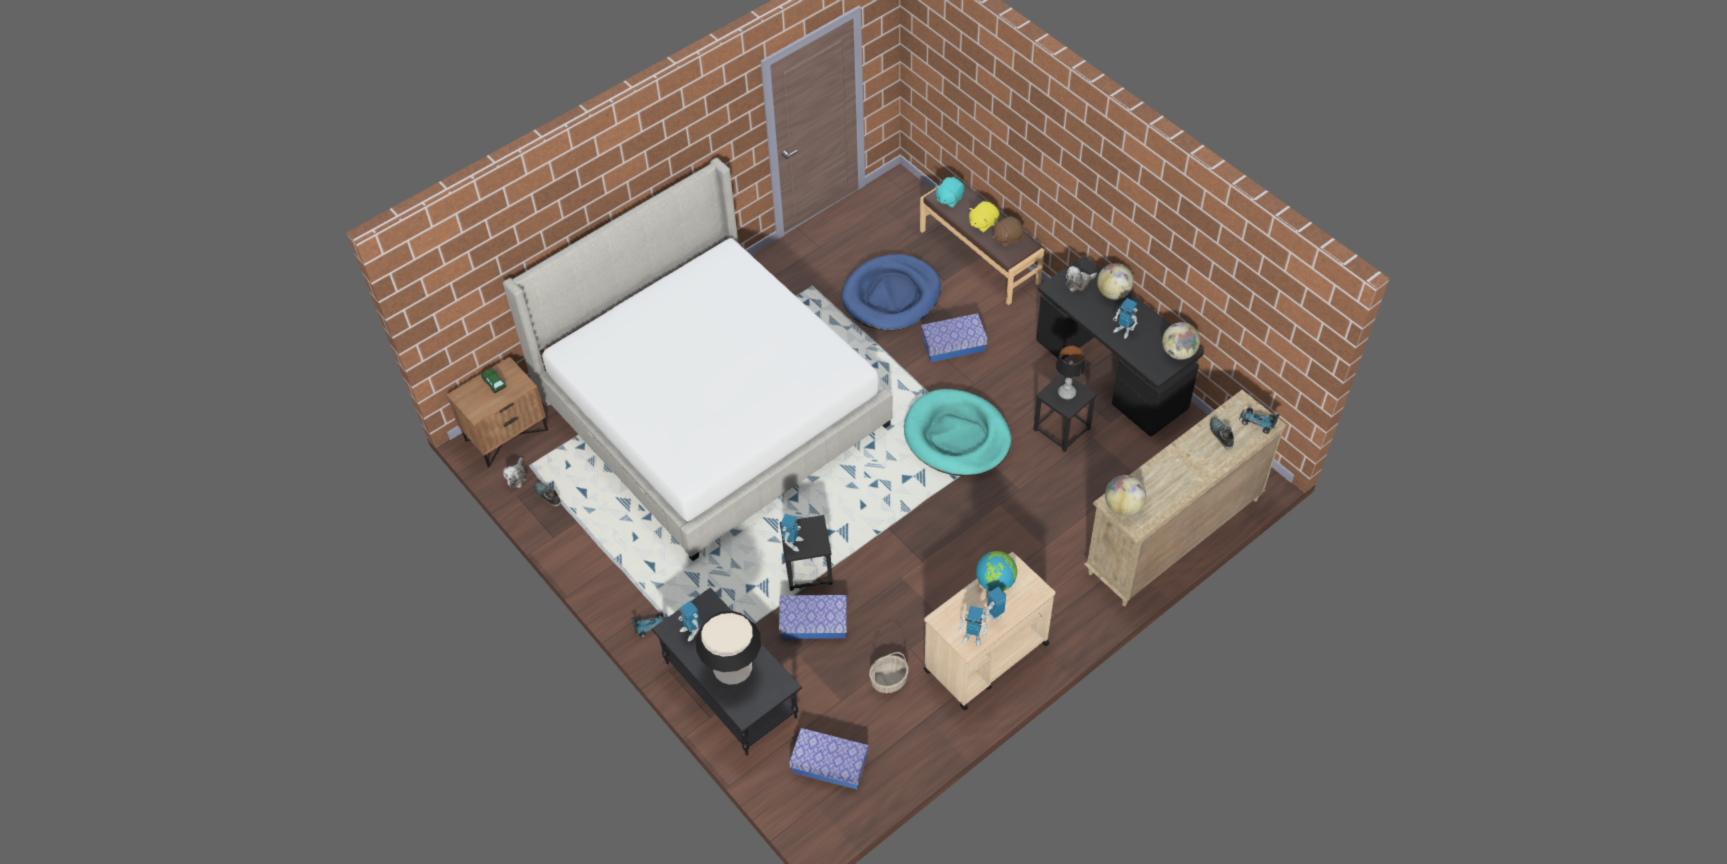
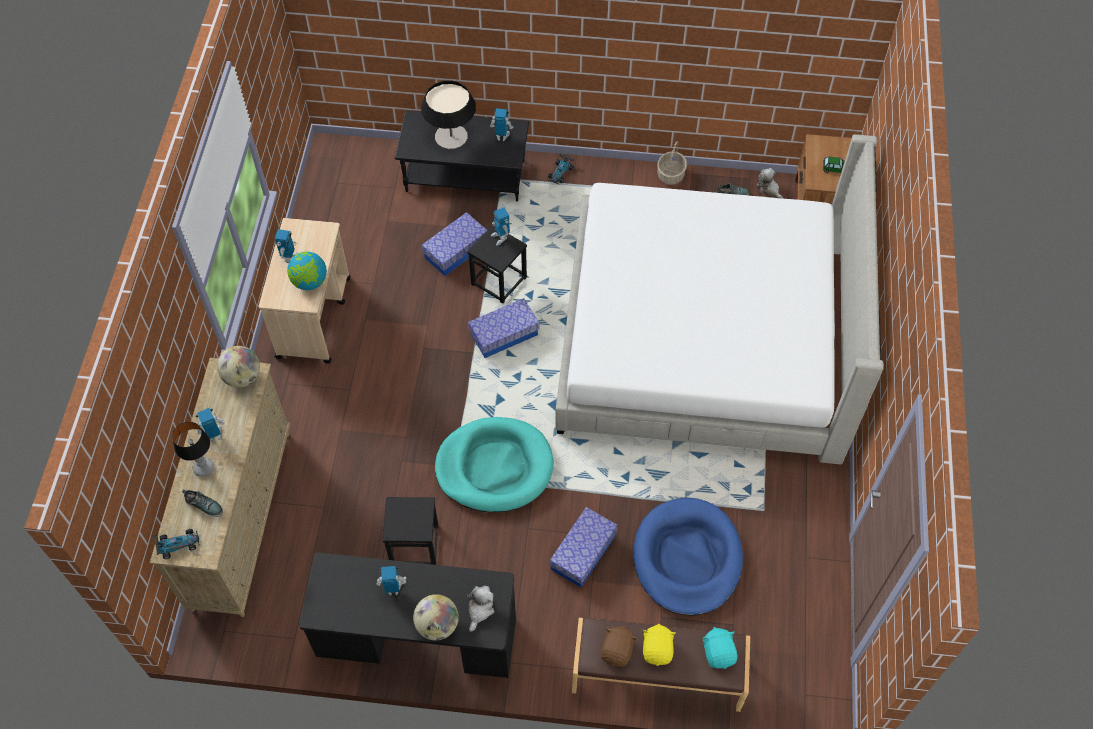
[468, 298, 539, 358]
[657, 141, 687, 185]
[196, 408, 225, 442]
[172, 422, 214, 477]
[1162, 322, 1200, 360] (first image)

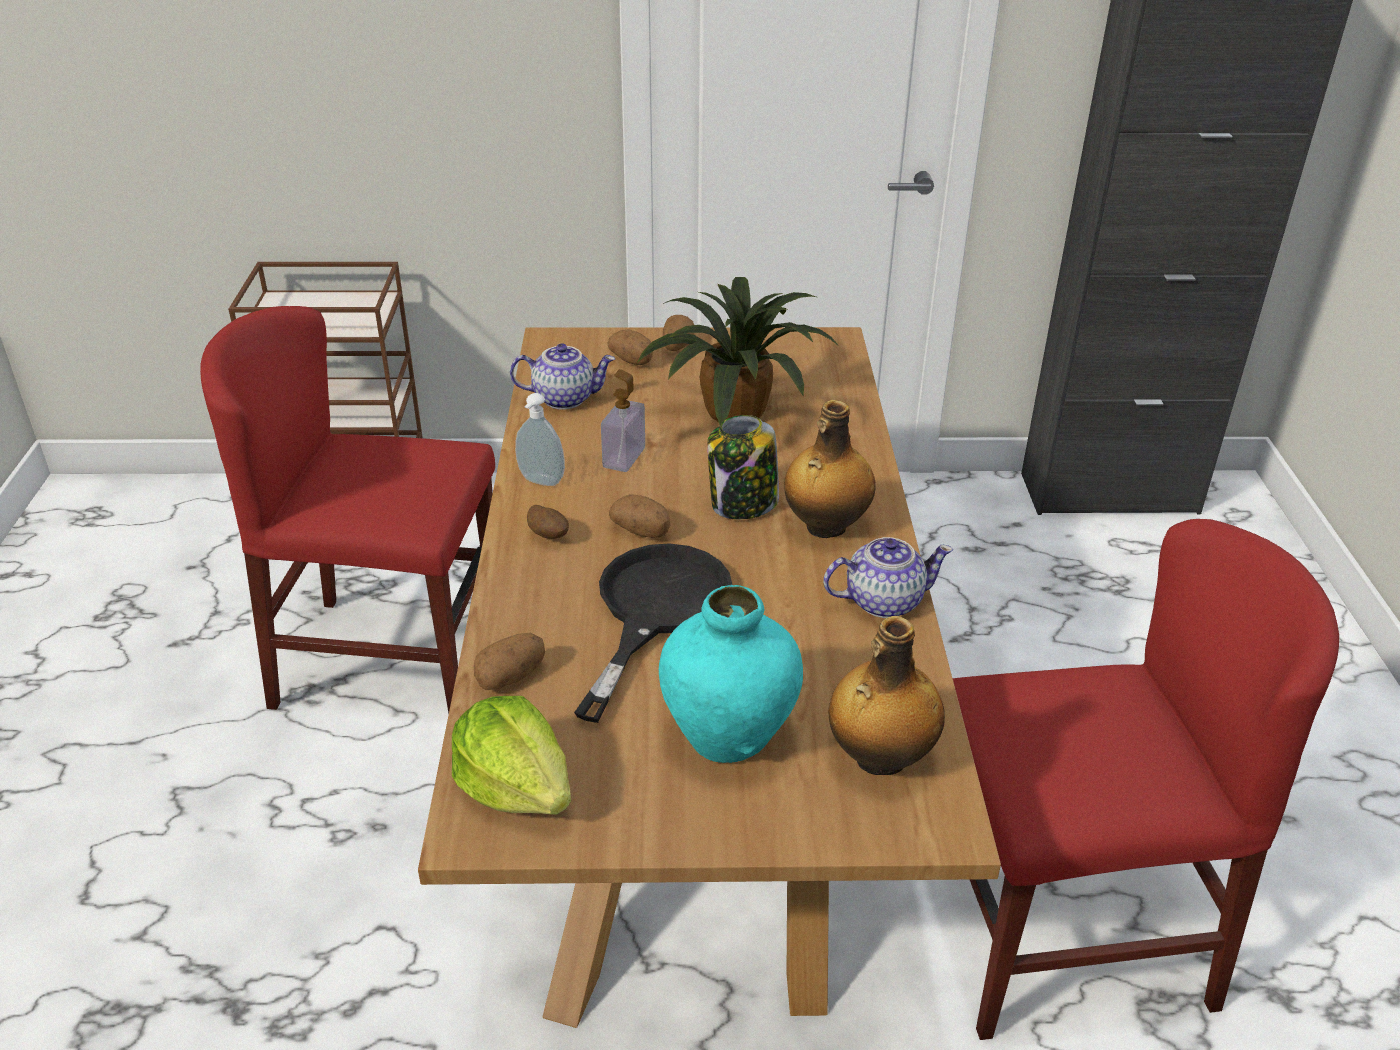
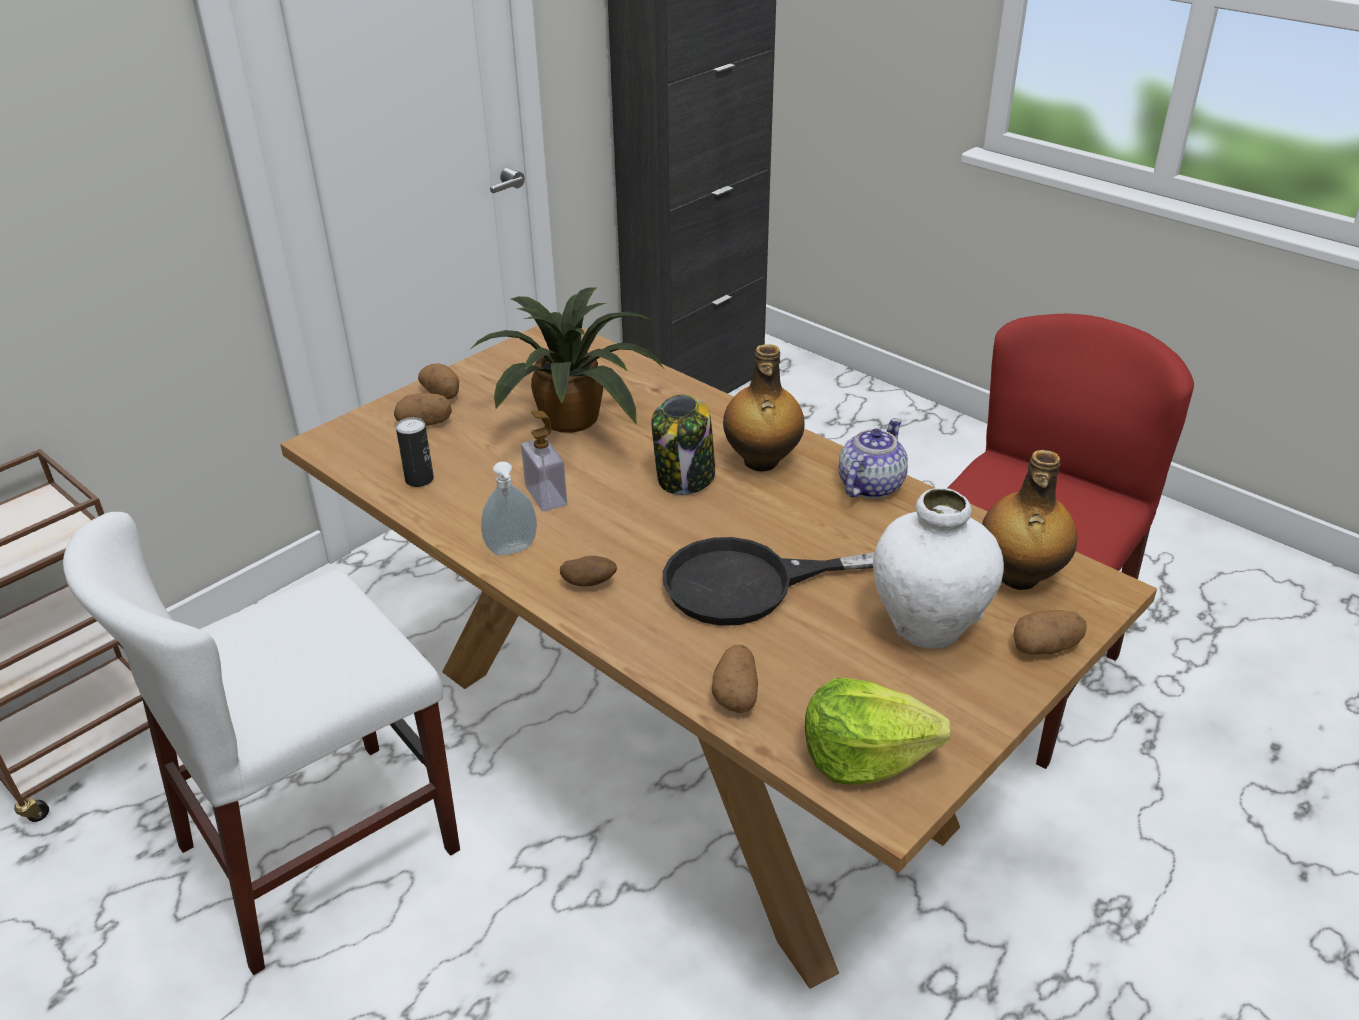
[63, 512, 460, 975]
[396, 417, 434, 487]
[663, 537, 875, 626]
[1013, 610, 1087, 655]
[873, 488, 1004, 649]

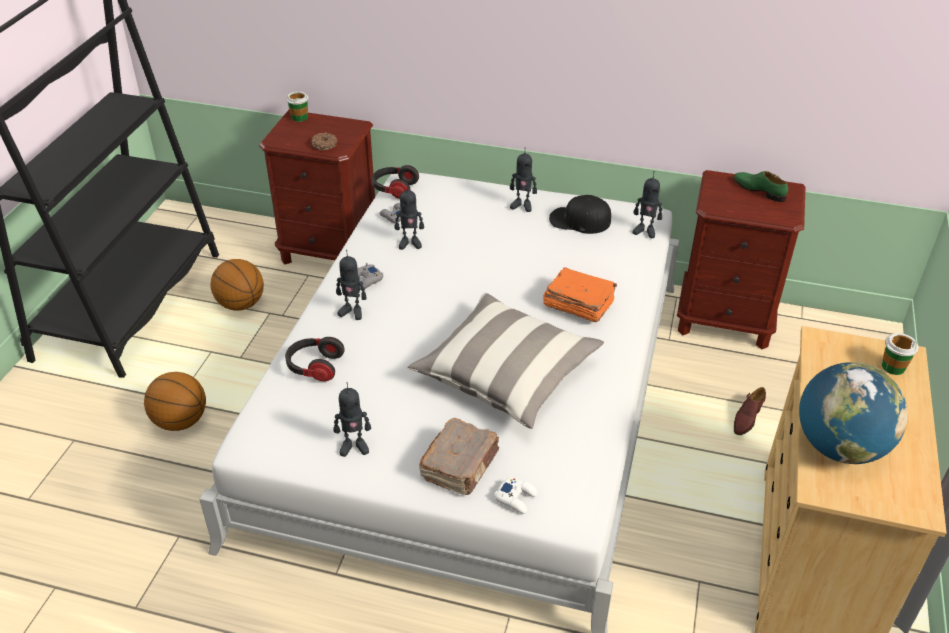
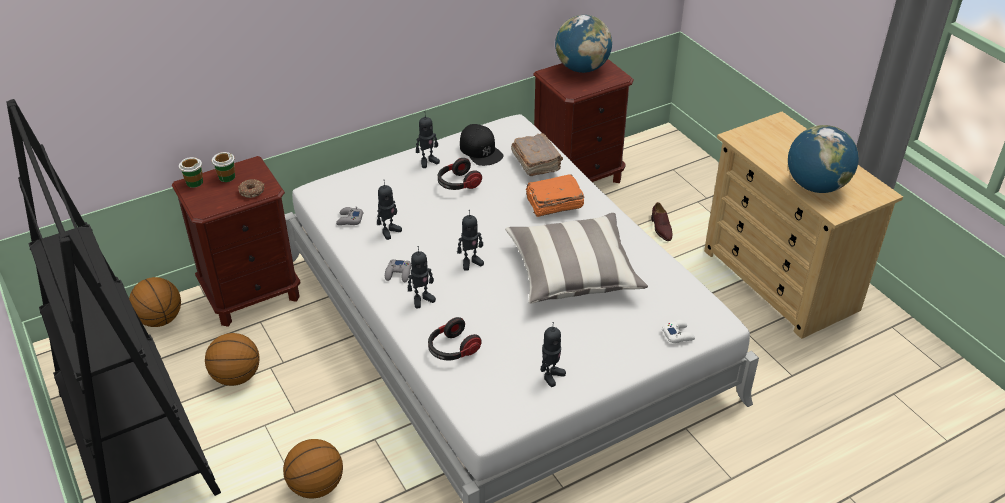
[438, 158, 482, 190]
[511, 133, 563, 176]
[460, 124, 503, 166]
[457, 210, 484, 271]
[555, 15, 612, 73]
[212, 152, 235, 182]
[129, 277, 181, 327]

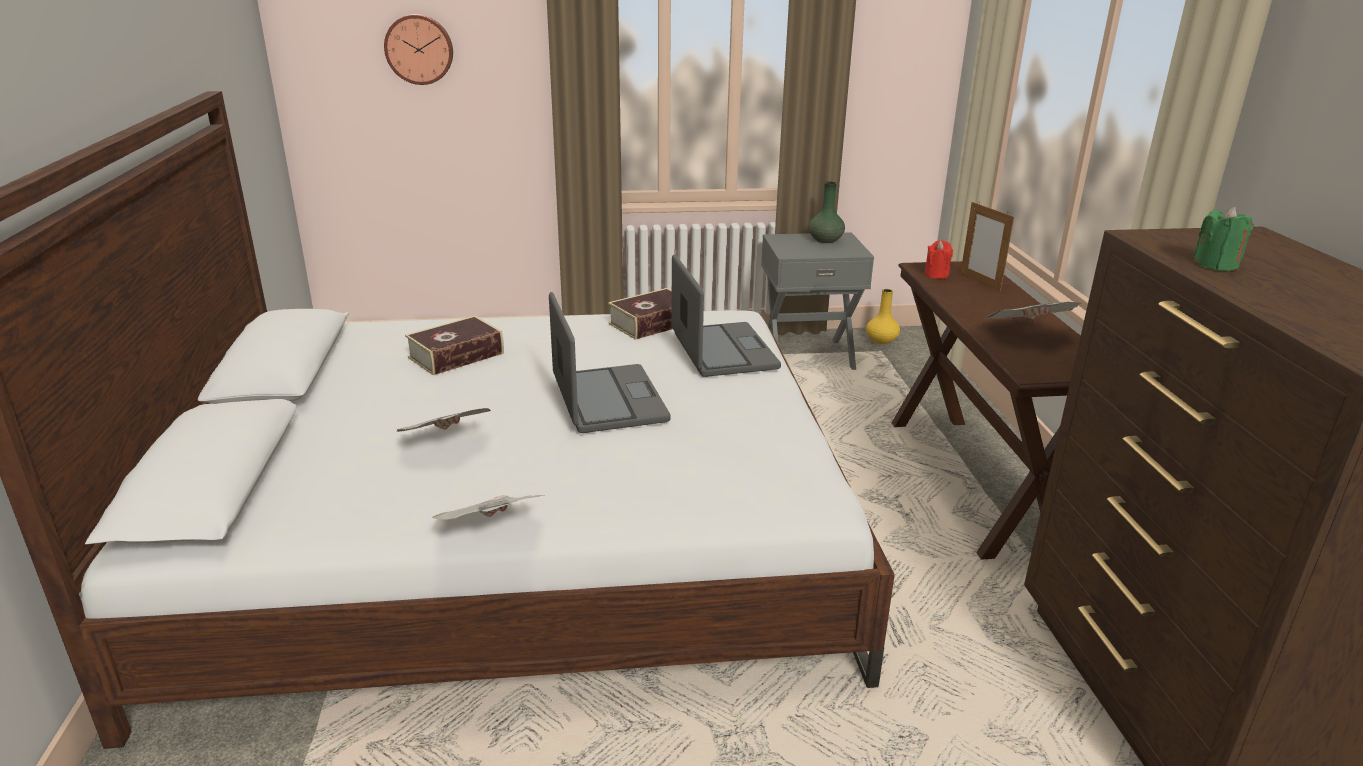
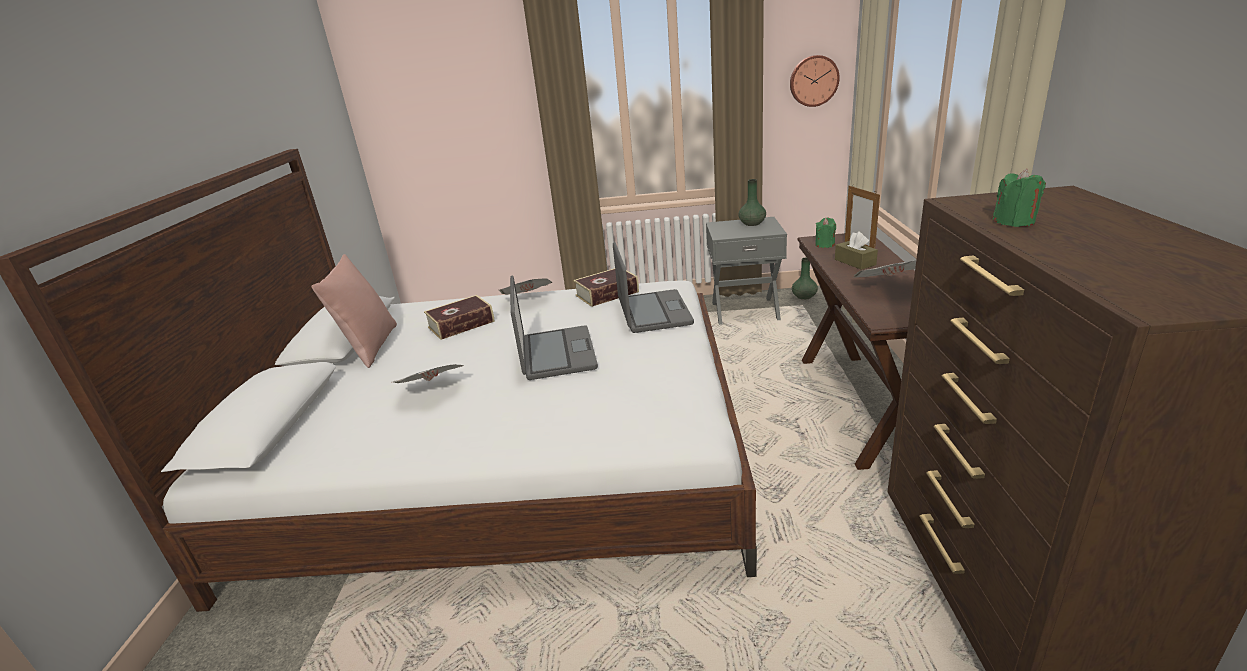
[790, 55, 840, 107]
[499, 278, 552, 295]
[792, 258, 818, 300]
[815, 218, 836, 248]
[311, 254, 397, 368]
[835, 231, 878, 270]

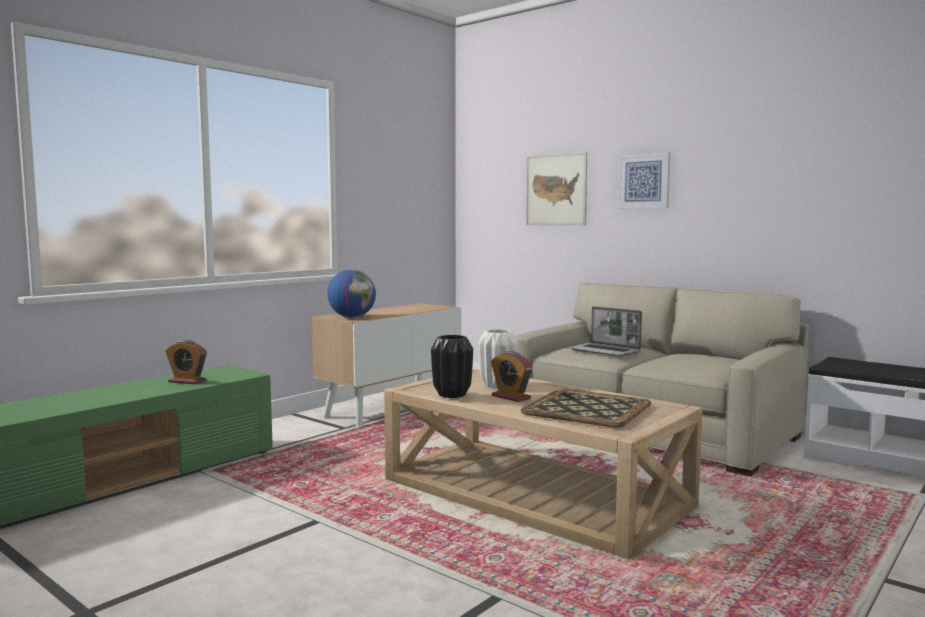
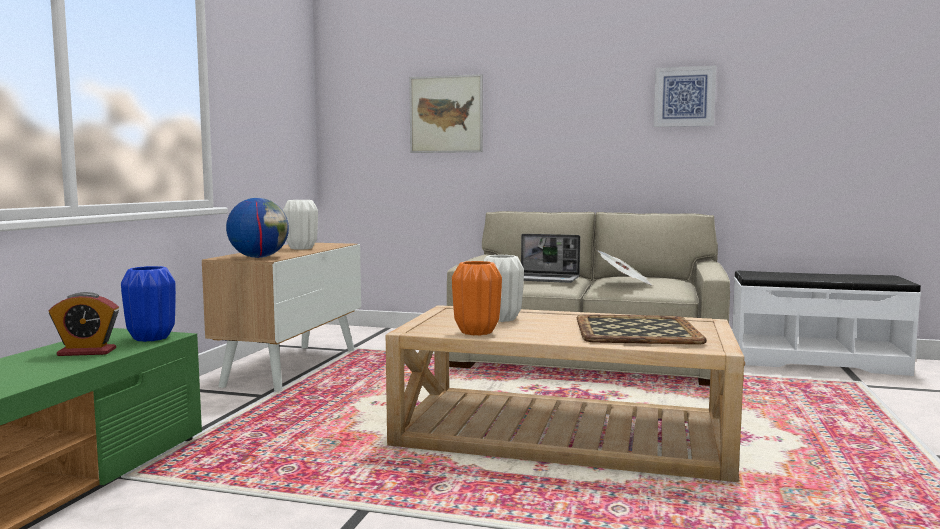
[452, 261, 502, 335]
[491, 351, 533, 402] (first image)
[654, 66, 716, 127]
[121, 266, 176, 342]
[283, 200, 318, 250]
[596, 250, 653, 286]

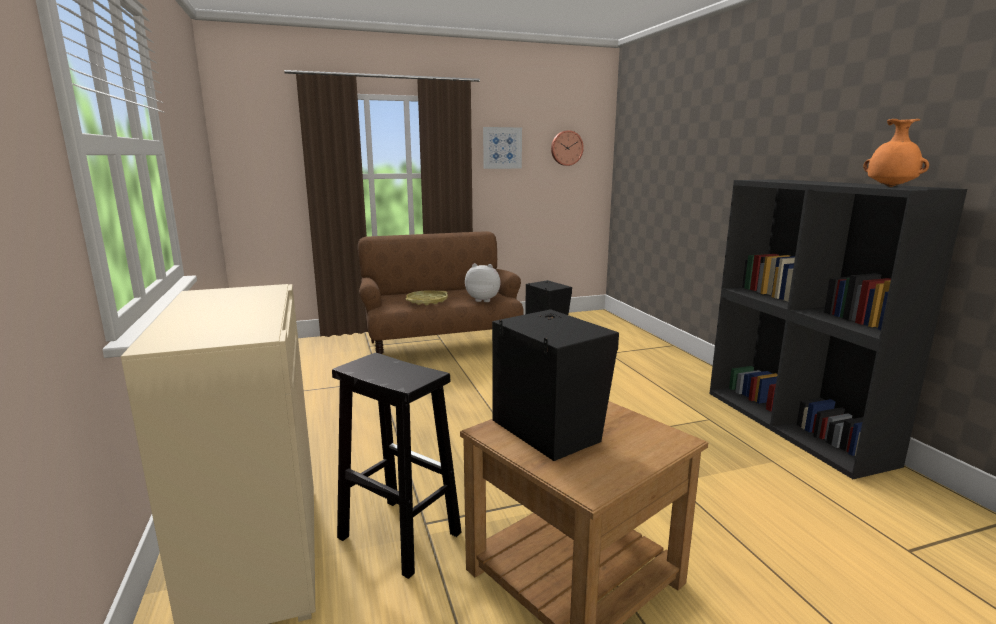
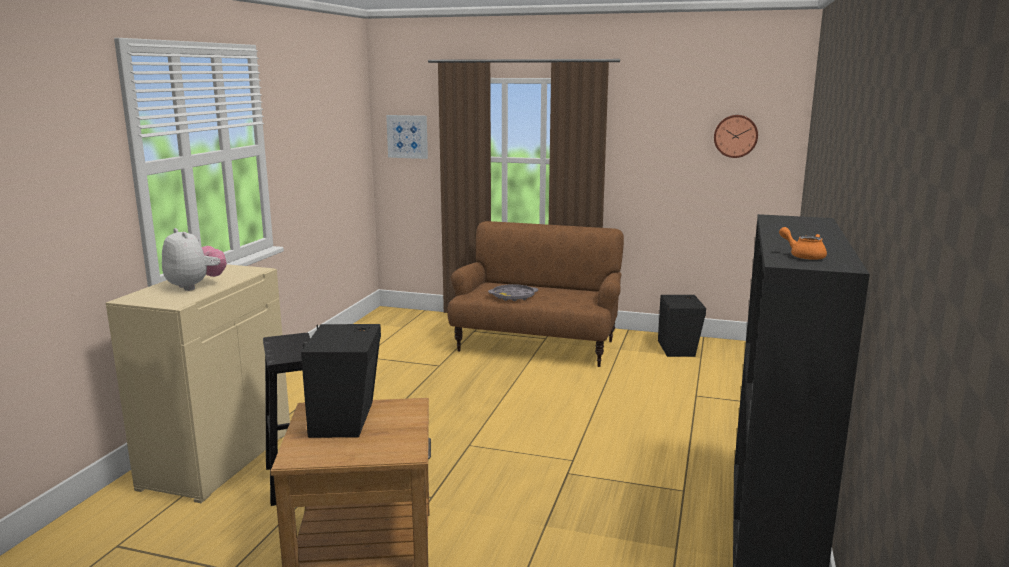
[488, 284, 538, 301]
[162, 228, 227, 291]
[386, 115, 428, 159]
[779, 227, 827, 260]

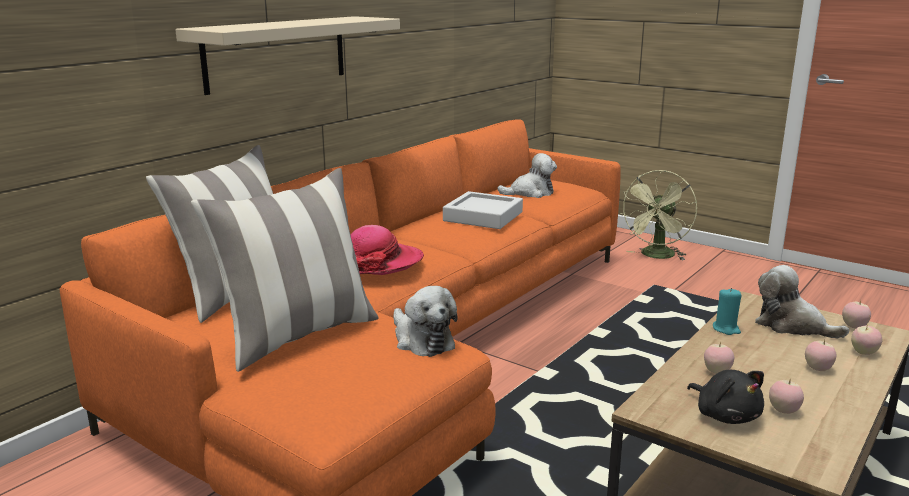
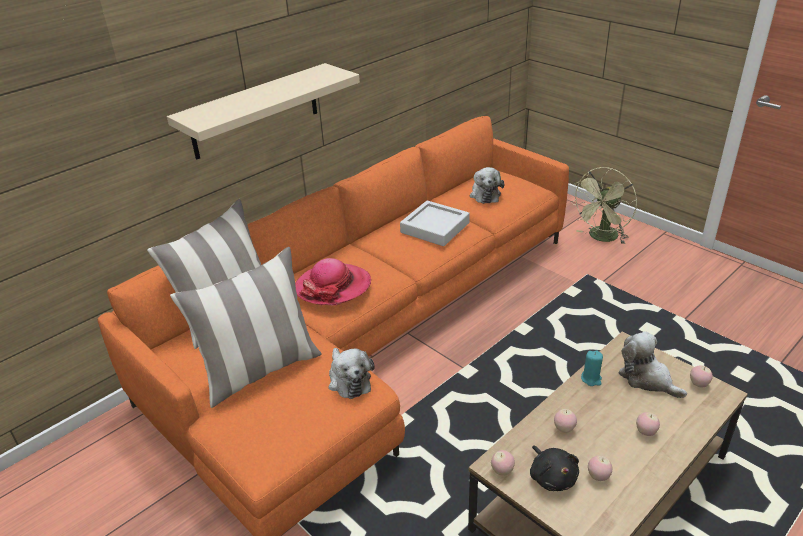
[470, 167, 504, 204]
[491, 450, 515, 476]

